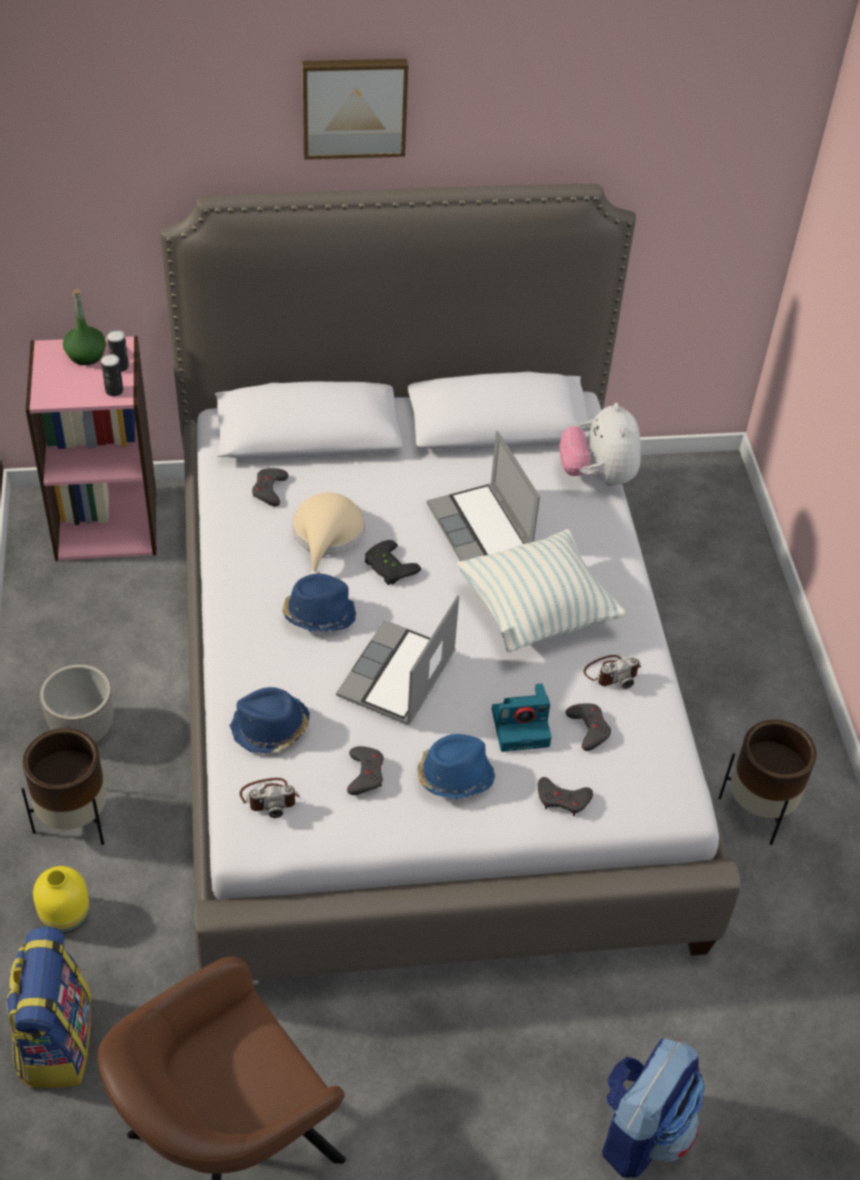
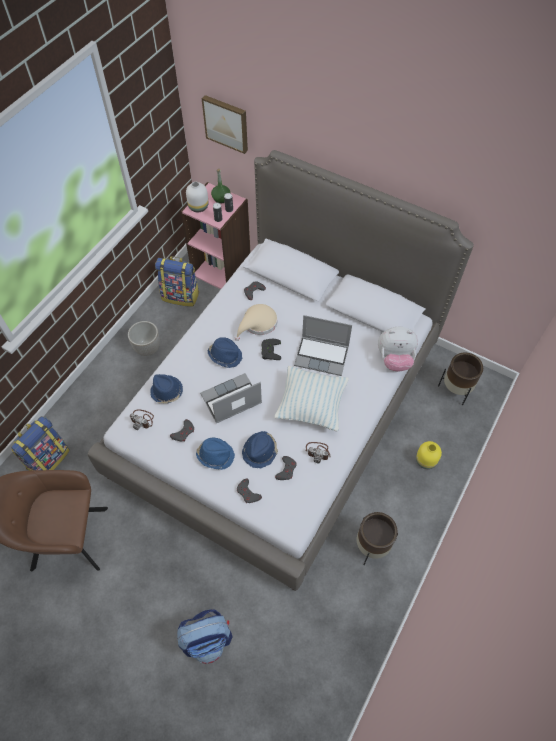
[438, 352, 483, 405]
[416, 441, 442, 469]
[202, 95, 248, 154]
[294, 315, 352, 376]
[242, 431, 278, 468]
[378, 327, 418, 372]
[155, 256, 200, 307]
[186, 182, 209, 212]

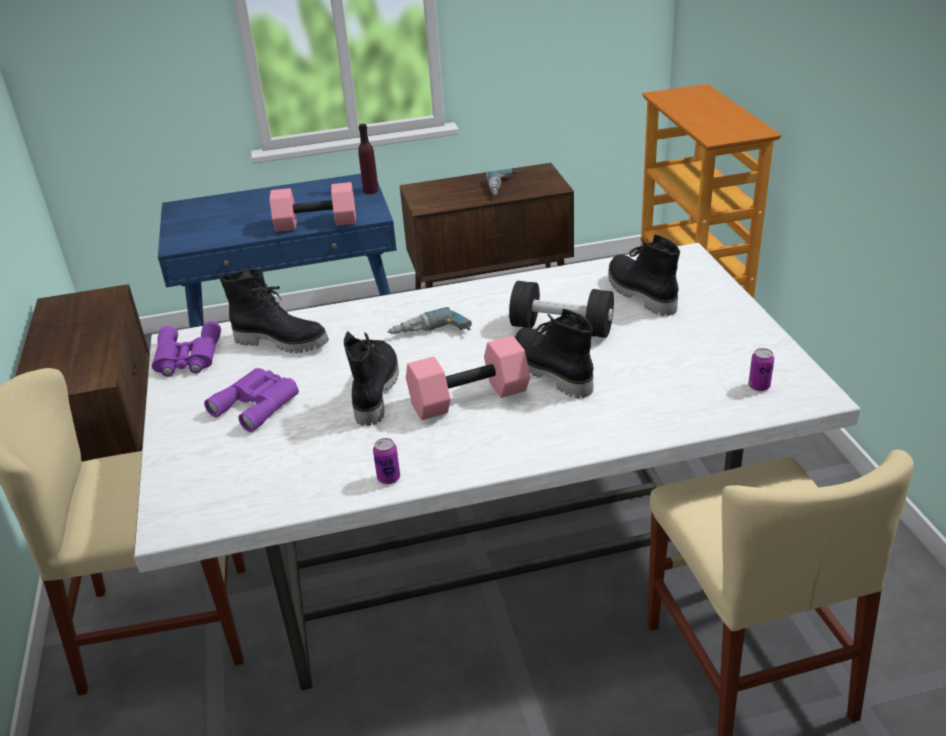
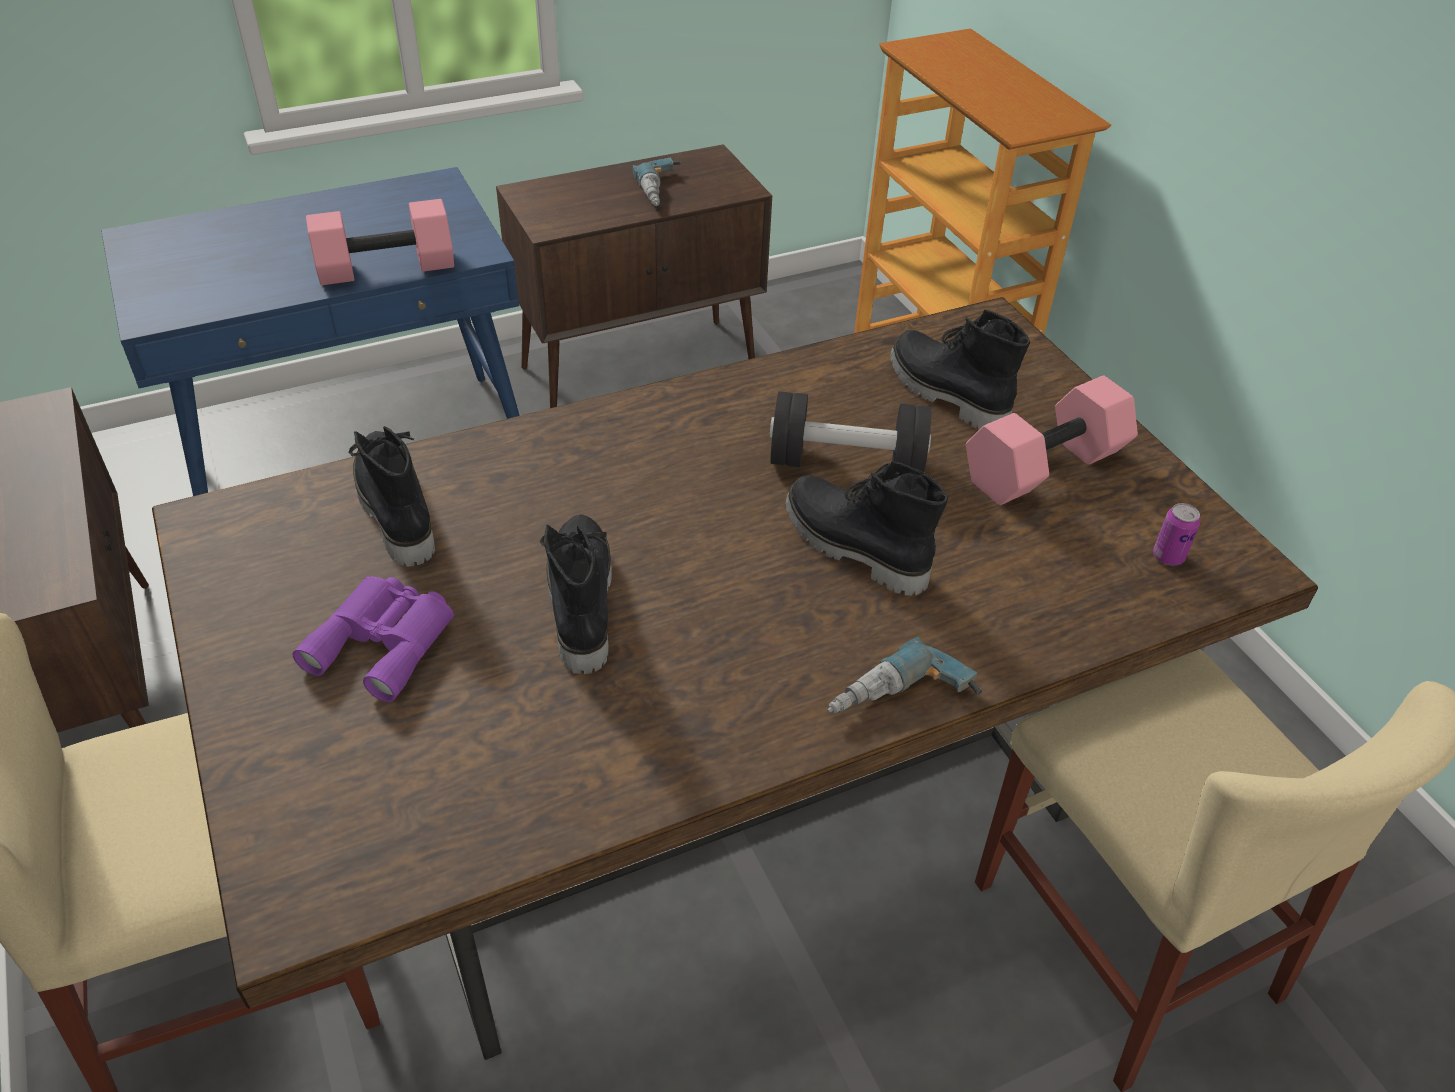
[152, 297, 1318, 1060]
[152, 321, 221, 377] (first image)
[349, 426, 435, 567]
[358, 124, 379, 194] (first image)
[373, 438, 400, 484] (first image)
[827, 637, 982, 714]
[966, 375, 1138, 505]

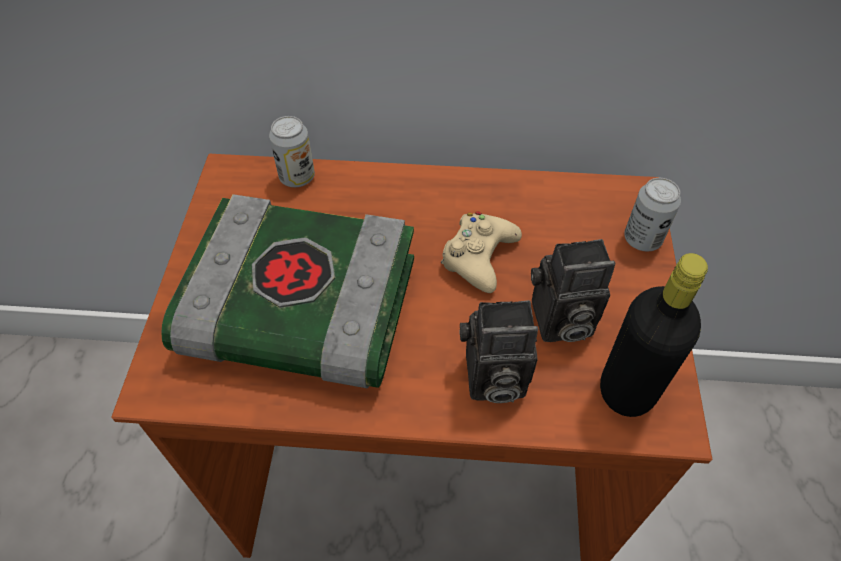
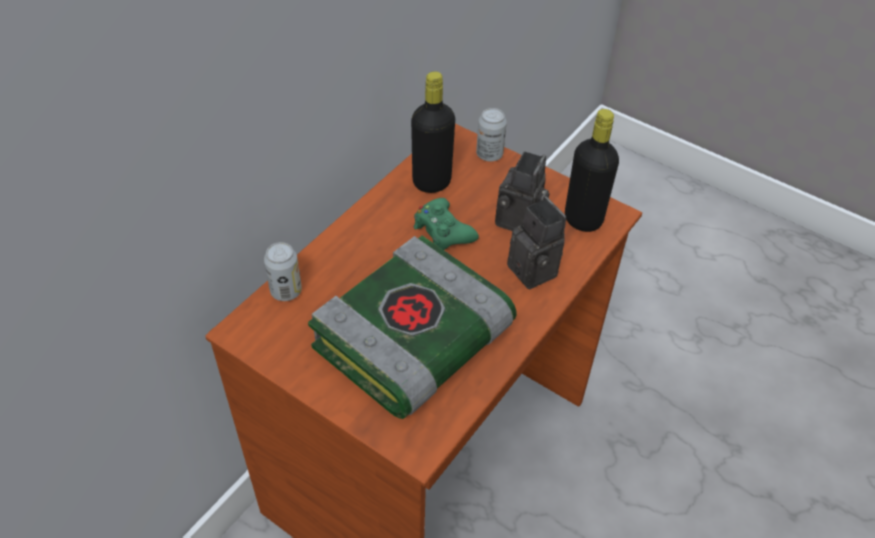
[414, 198, 479, 250]
[507, 196, 566, 290]
[411, 71, 455, 193]

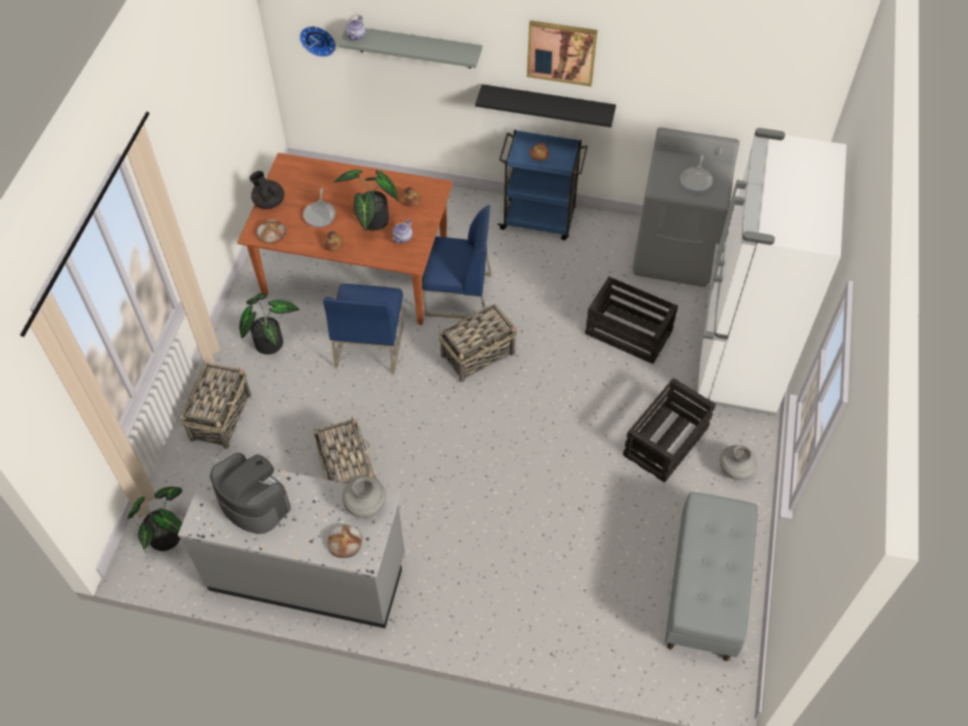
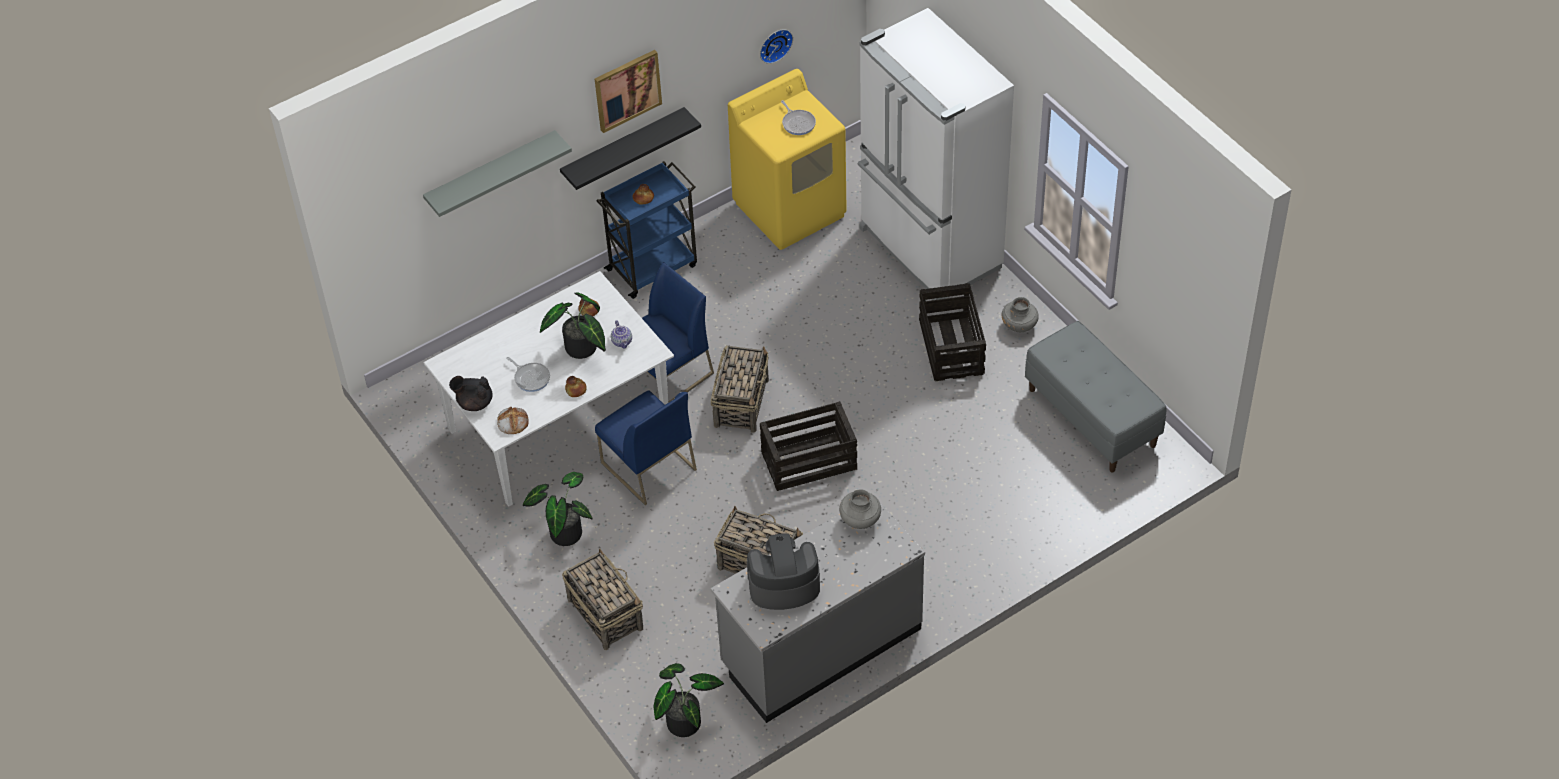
[424, 271, 674, 507]
[760, 29, 793, 64]
[328, 525, 362, 558] (first image)
[346, 15, 366, 41] (first image)
[760, 401, 857, 491]
[728, 69, 846, 250]

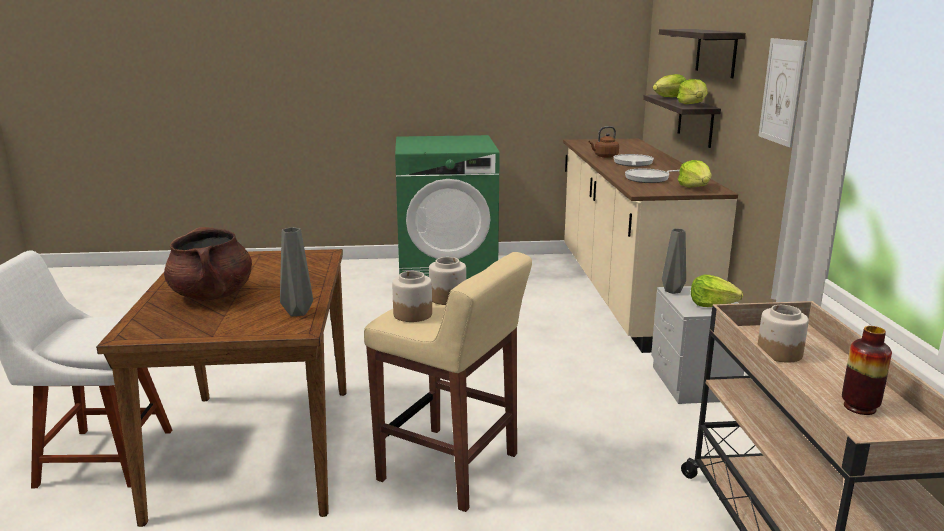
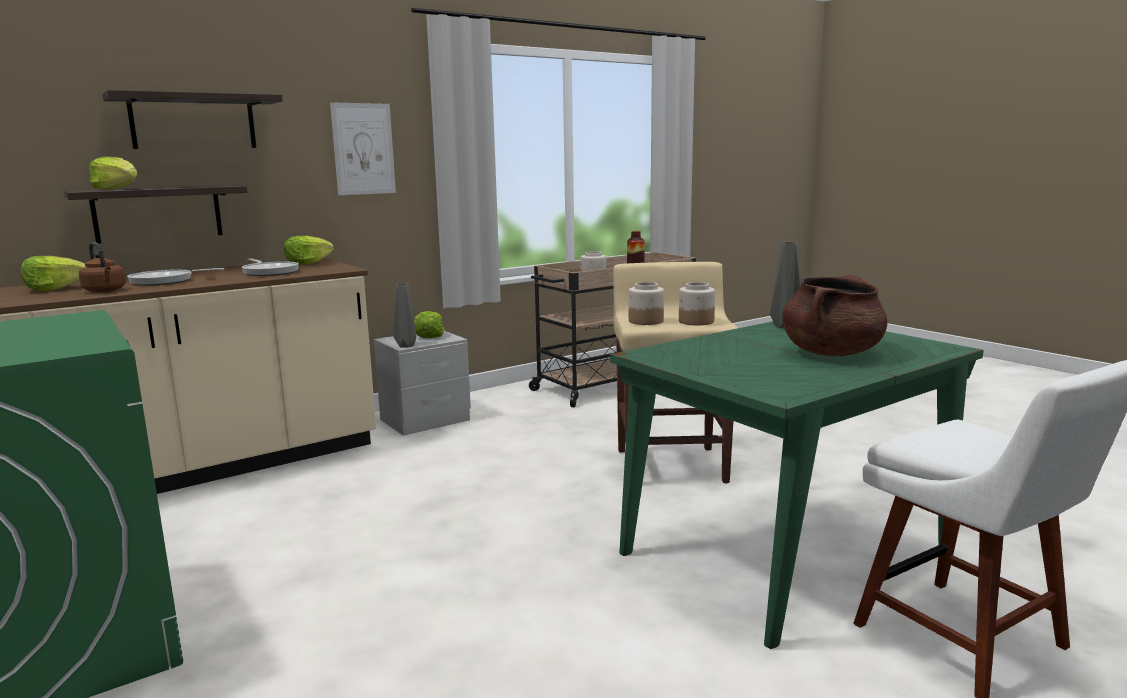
[610, 321, 984, 649]
[21, 256, 86, 291]

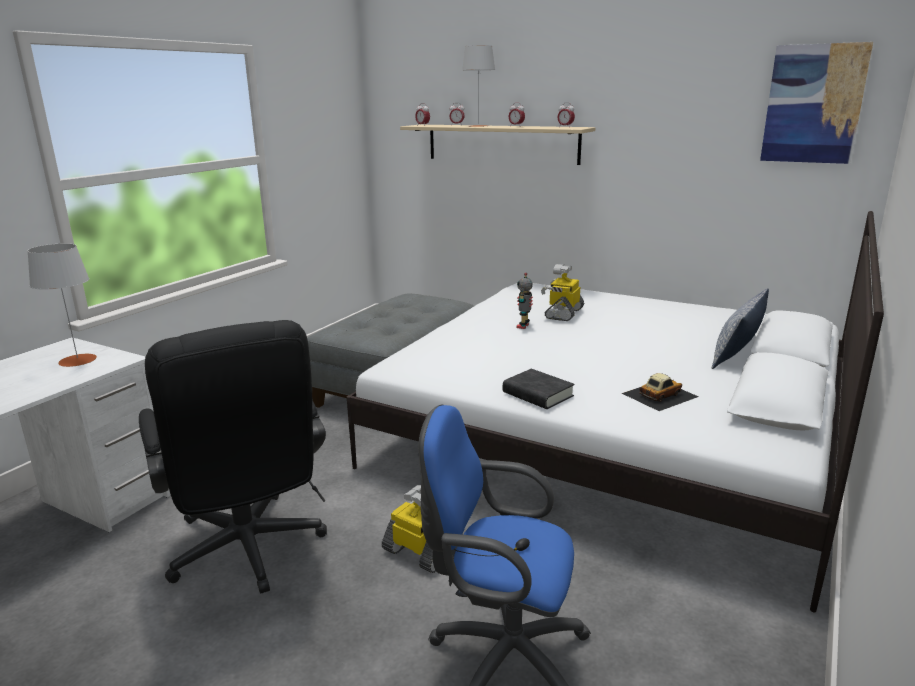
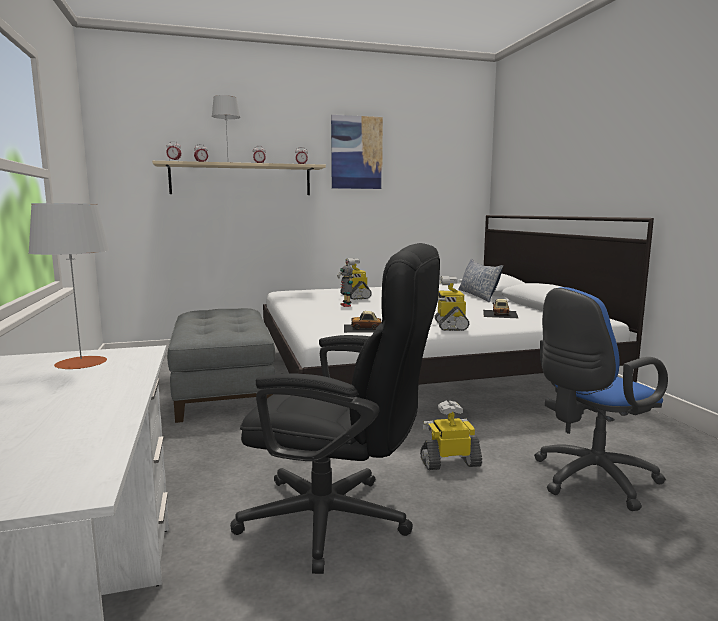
[435, 276, 469, 331]
[331, 115, 383, 189]
[344, 311, 382, 333]

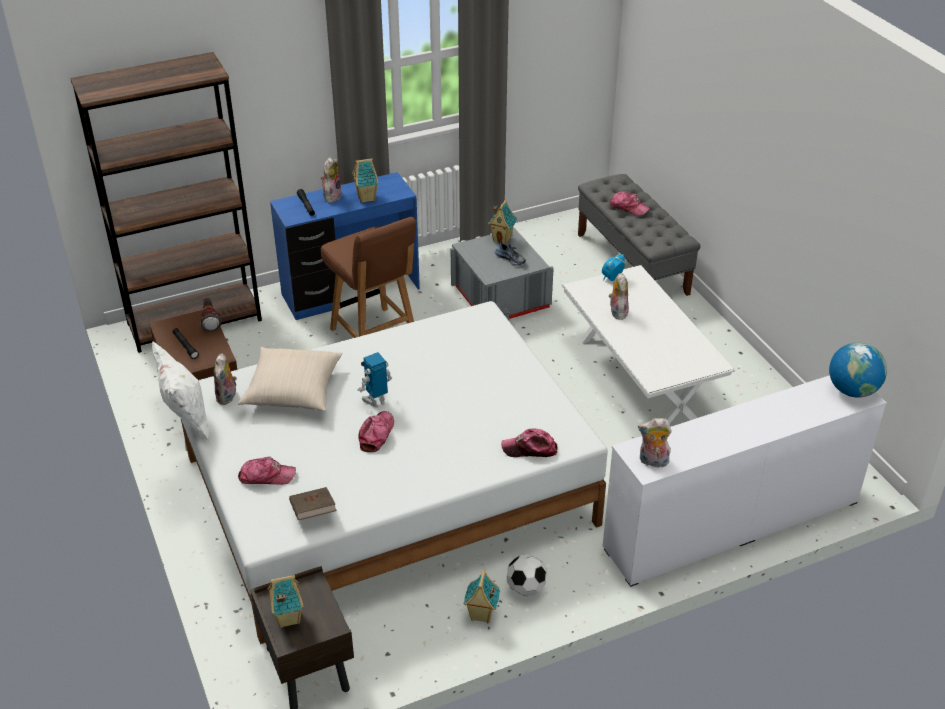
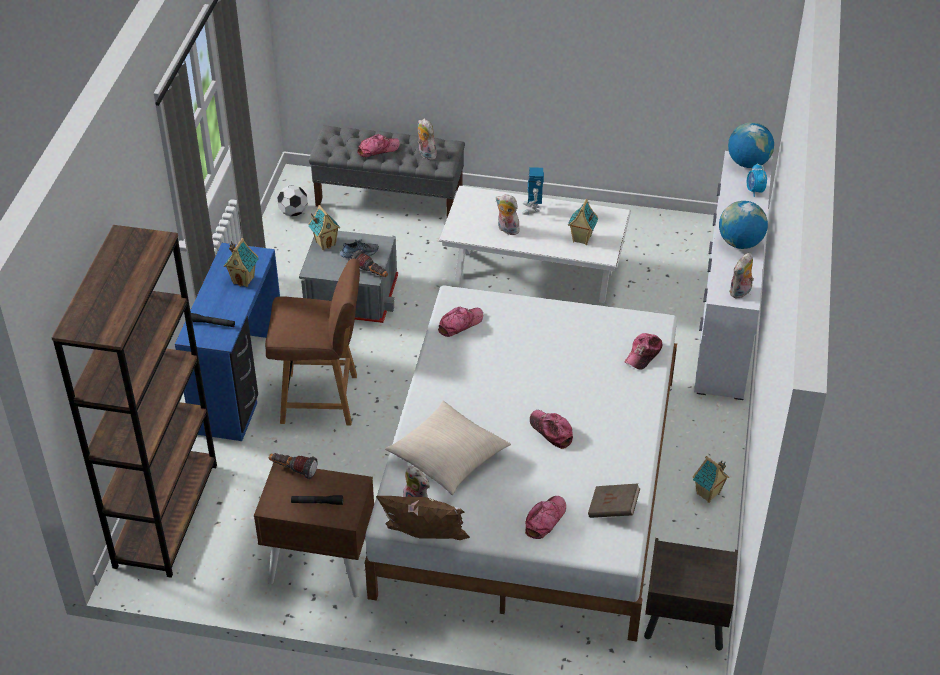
[376, 496, 470, 540]
[568, 199, 598, 245]
[418, 119, 437, 160]
[522, 167, 544, 215]
[277, 185, 308, 217]
[747, 163, 767, 197]
[351, 250, 388, 277]
[438, 307, 483, 337]
[719, 201, 768, 249]

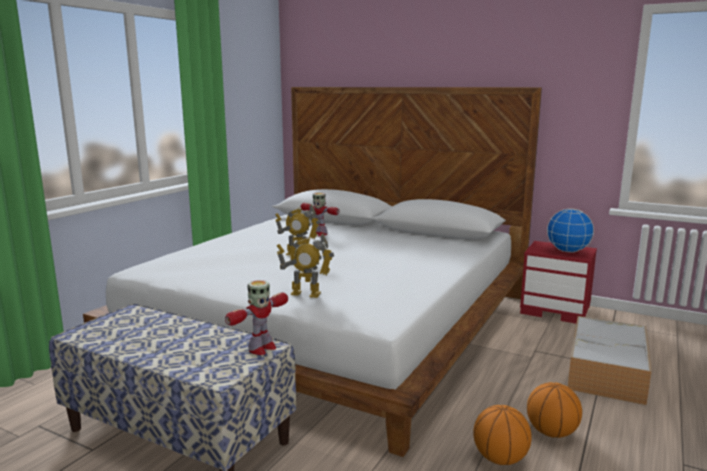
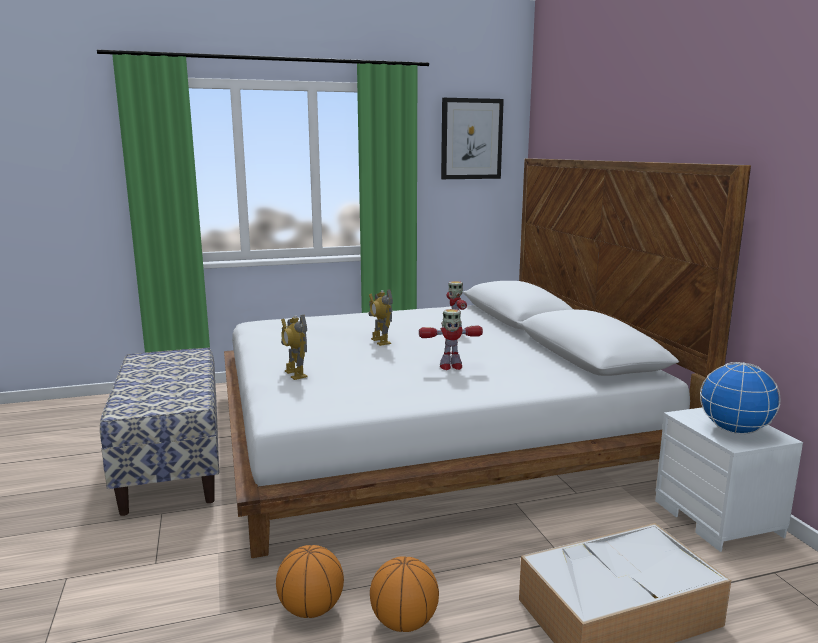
[419, 309, 483, 370]
[655, 408, 803, 552]
[441, 98, 504, 179]

